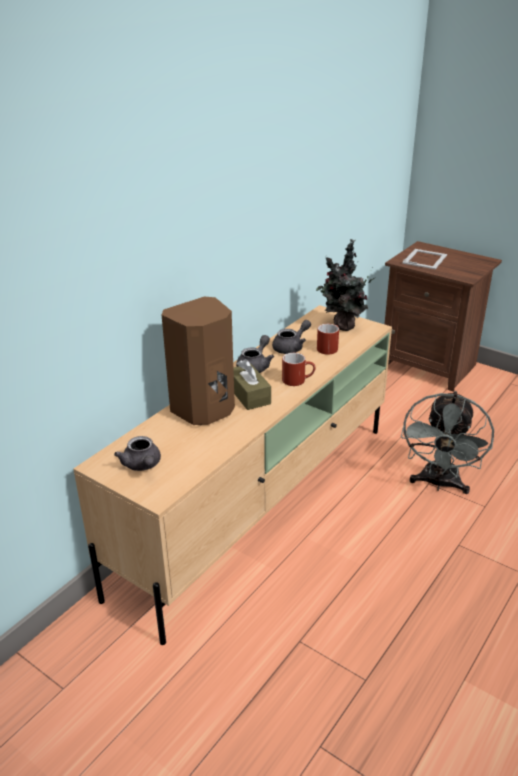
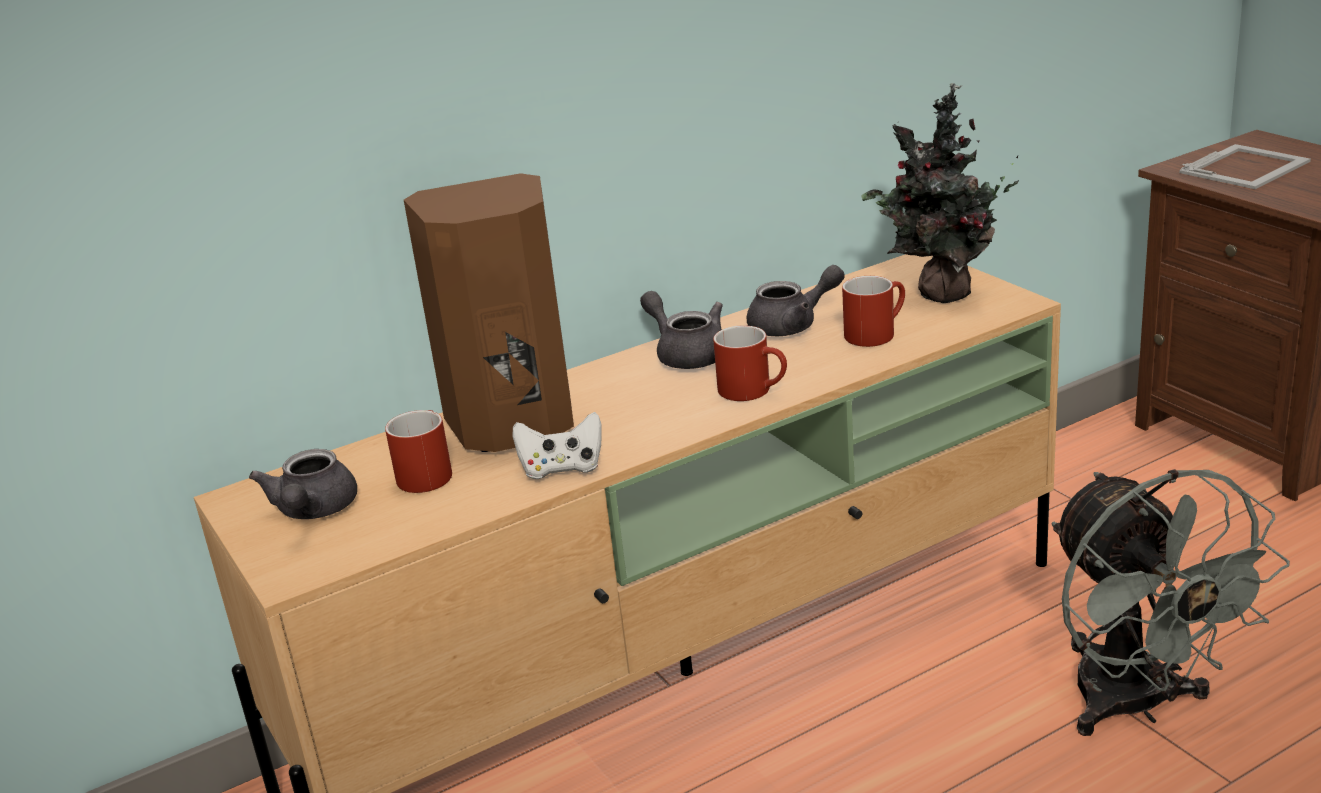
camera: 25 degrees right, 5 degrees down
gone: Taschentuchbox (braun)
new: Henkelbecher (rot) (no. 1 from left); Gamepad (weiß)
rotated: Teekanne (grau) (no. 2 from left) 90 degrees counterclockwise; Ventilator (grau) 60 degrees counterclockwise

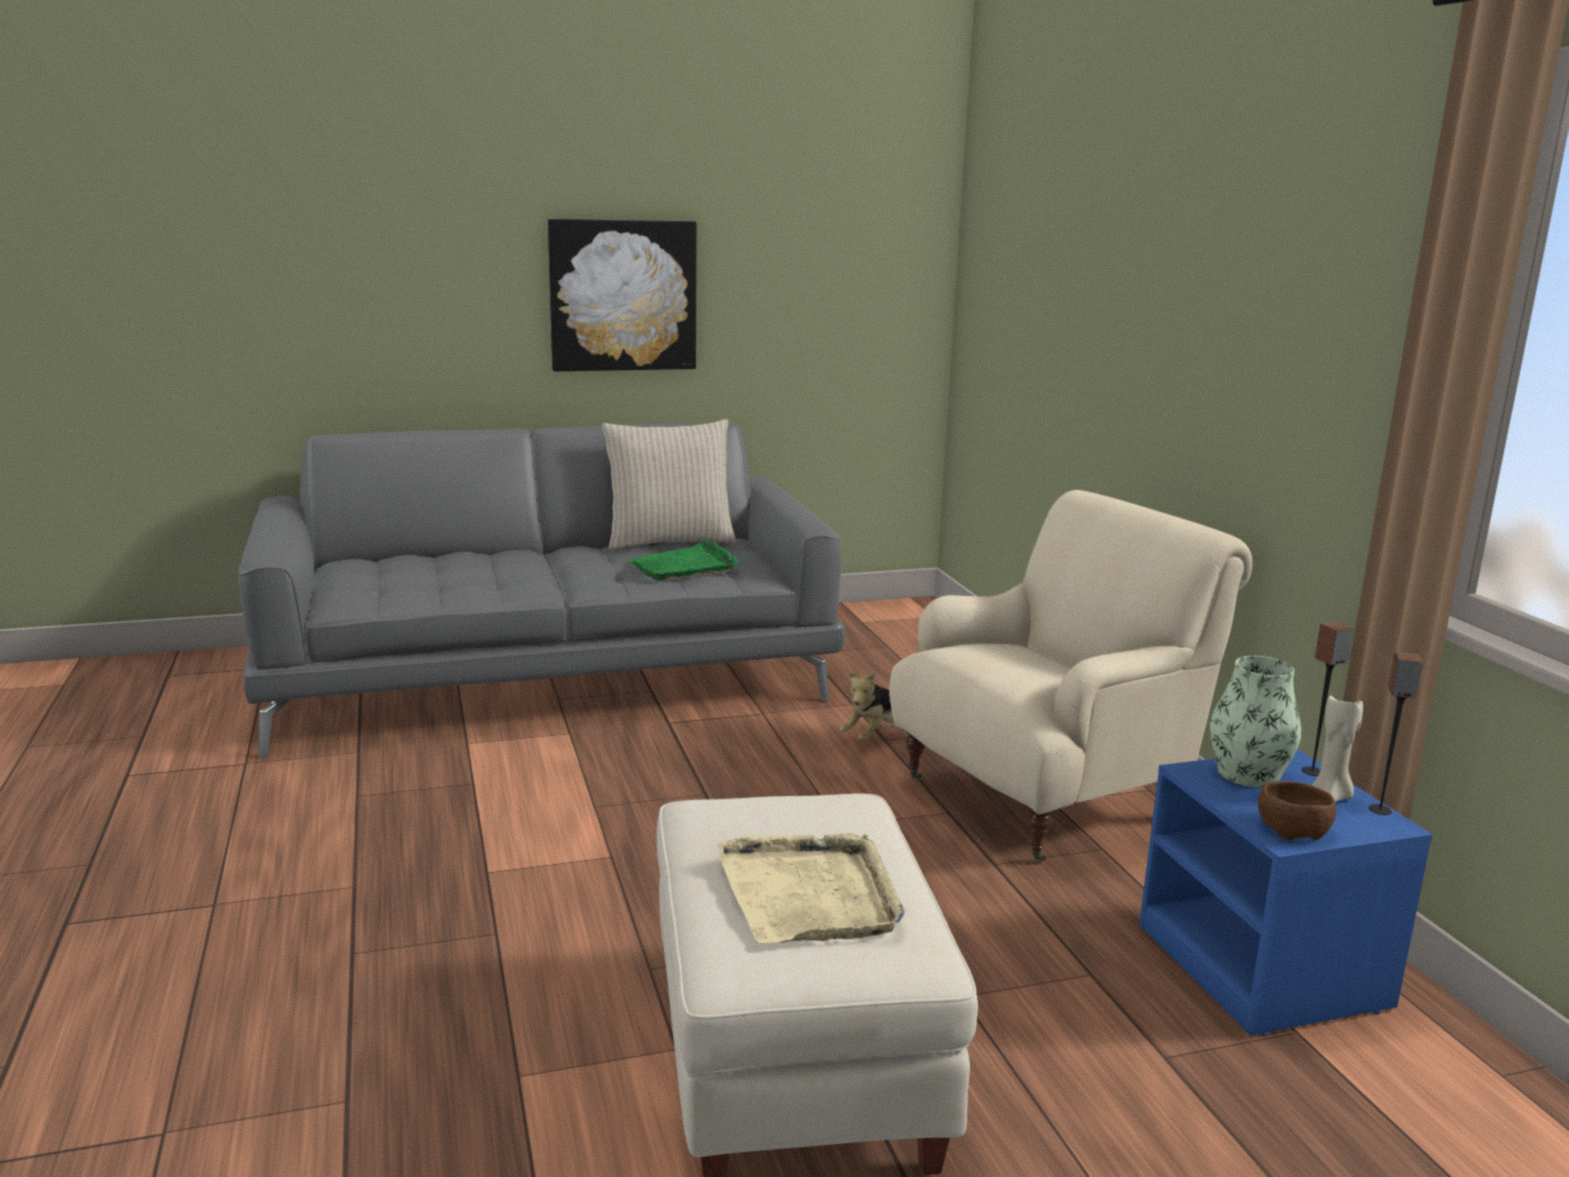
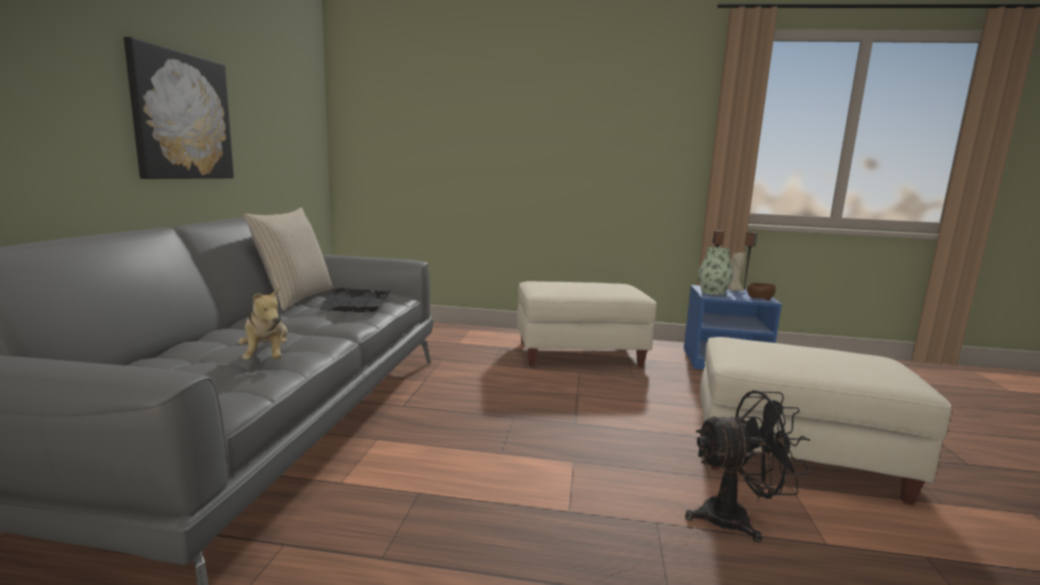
camera: 65 degrees left, 5 degrees down
gone: Tablett (beige)
new: Ventilator (schwarz)
shifted: Plüschtier
swapped: Sessel (beige) to Polsterhocker (beige) (no. 1 from left)
repainted: Tablett (grün) to Tablett (schwarz)

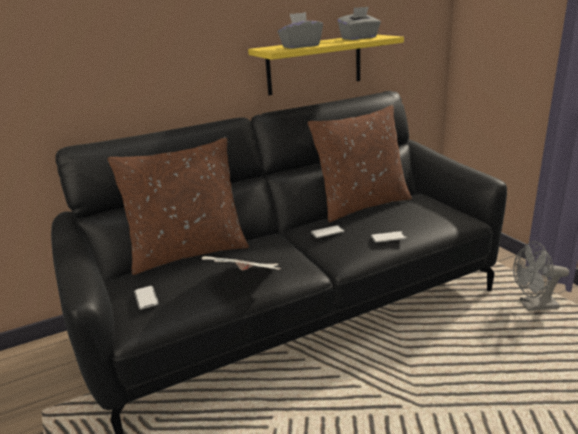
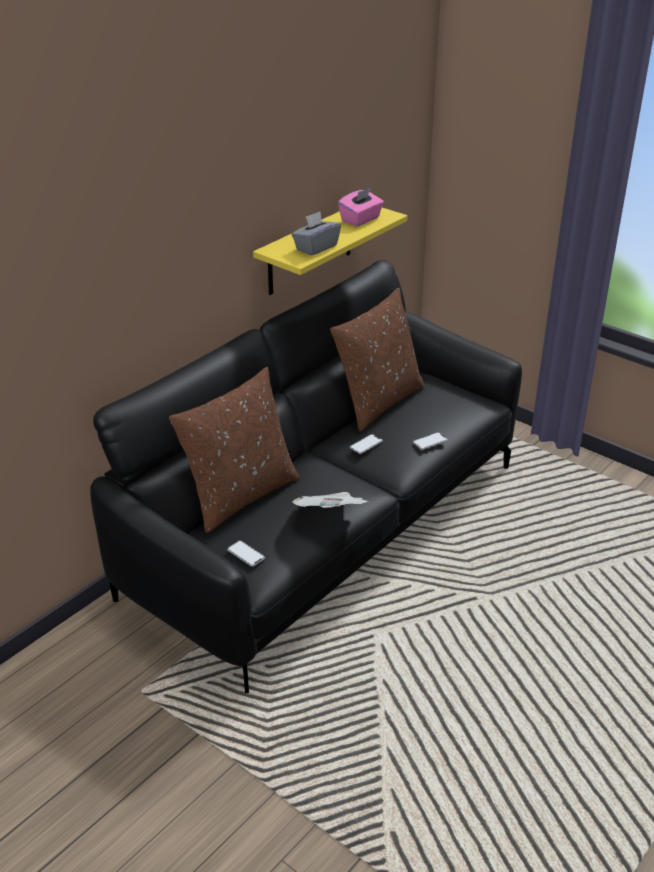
camera: 25 degrees left, 10 degrees up
gone: Ventilator (grau)
repainted: Taschentuchbox (grau) (no. 2 from left) to Taschentuchbox (rosa)

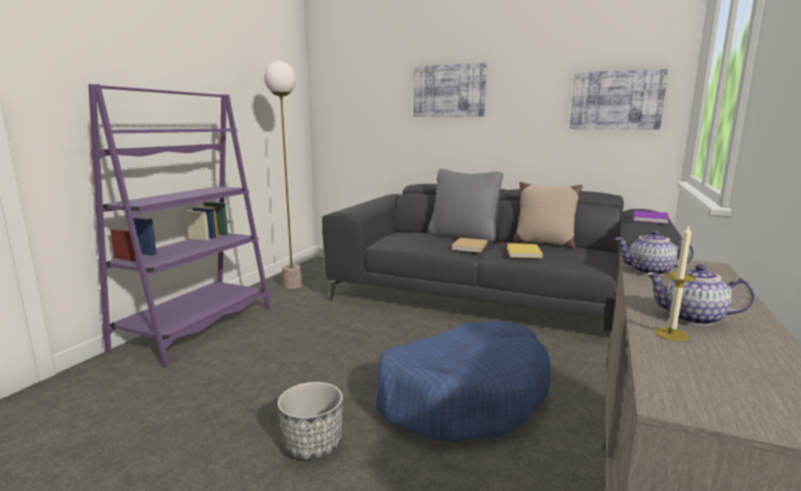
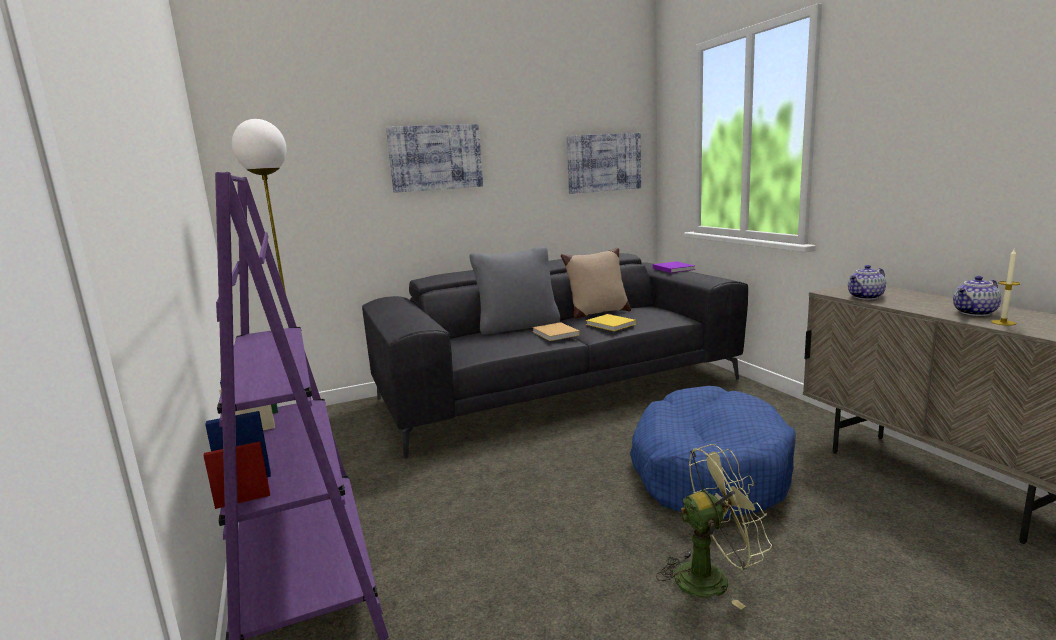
camera: 45 degrees left, 0 degrees up
swapped: Pflanzkübel to Ventilator (grün)

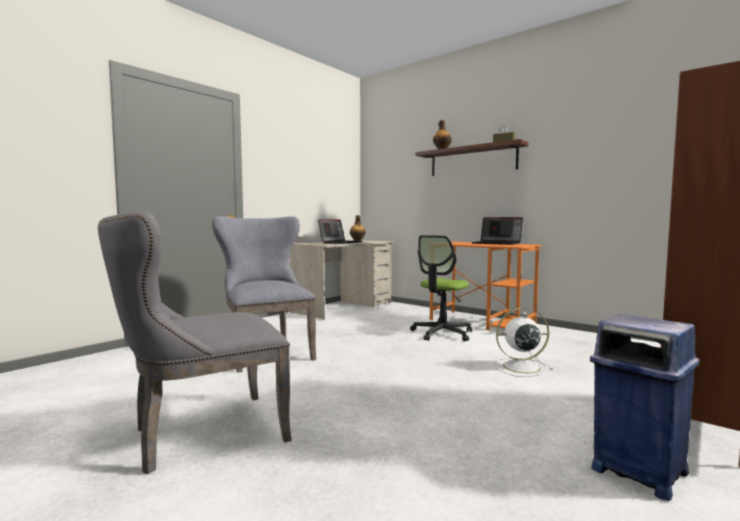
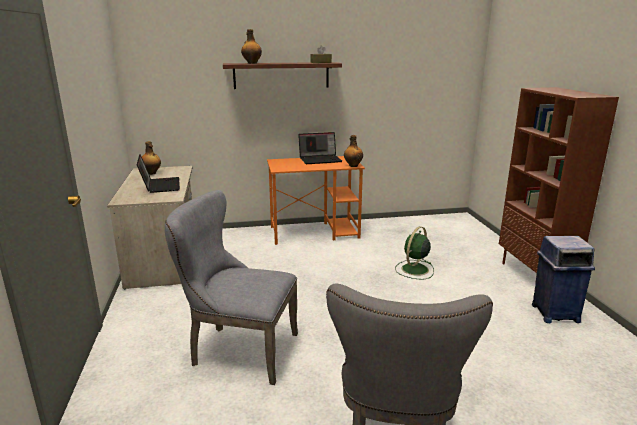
camera: 50 degrees left, 15 degrees up
gone: Bürostuhl
new: Flasche (no. 3 from left)
repainted: Ventilator (weiß) to Ventilator (grün)

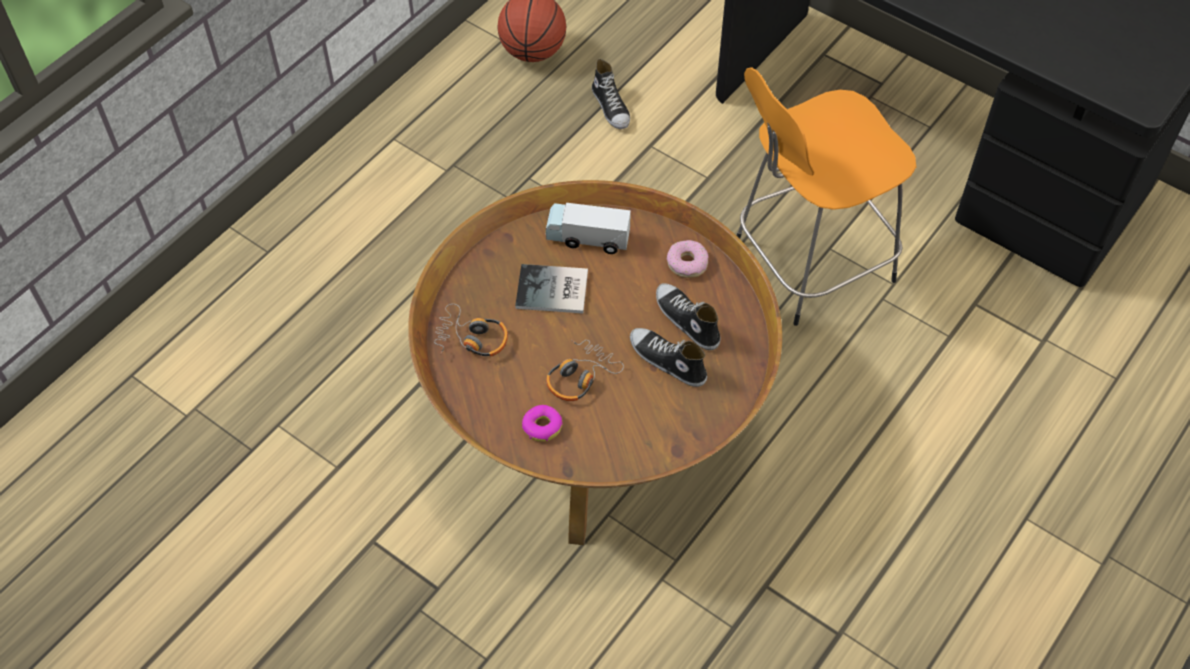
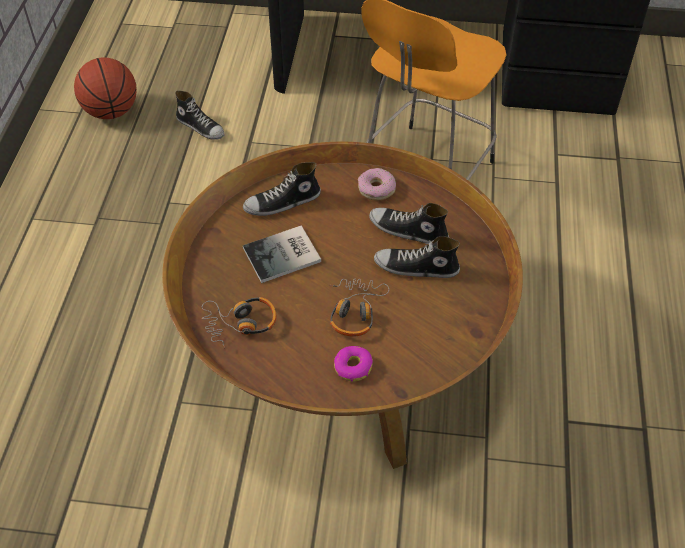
camera: 30 degrees left, 5 degrees down
swapped: Spielzeuglaster to Schuh (no. 2 from left)

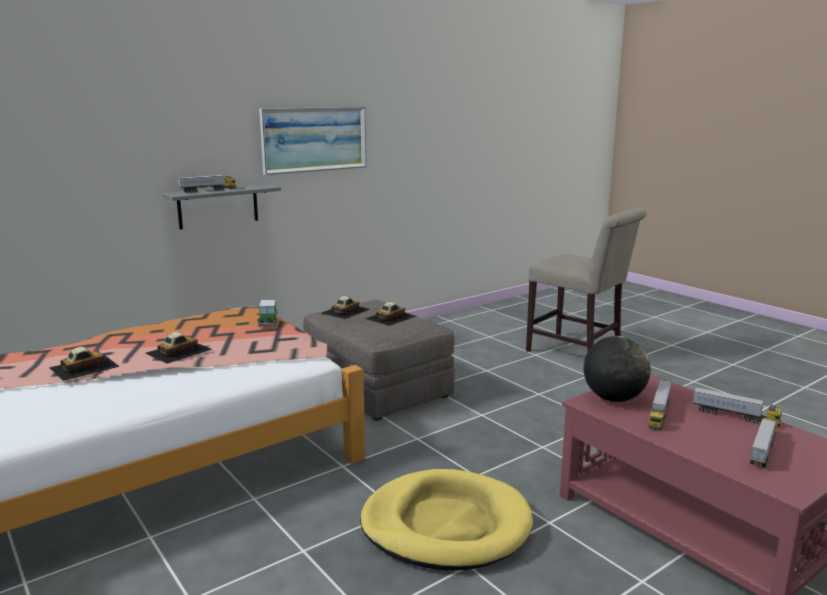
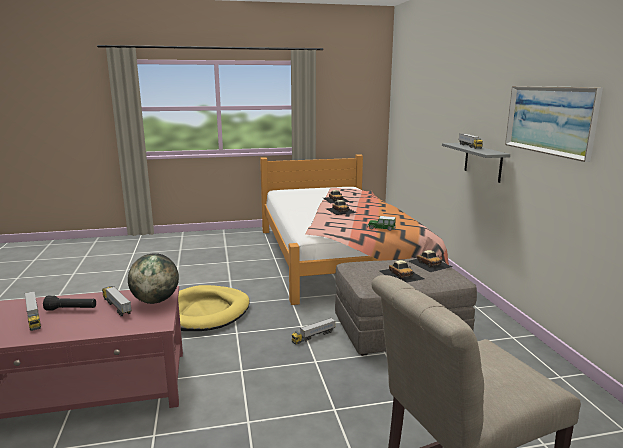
camera: 115 degrees right, 0 degrees up
new: Taschenlampe (schwarz)
shifted: Spielzeuglaster (no. 3 from left)

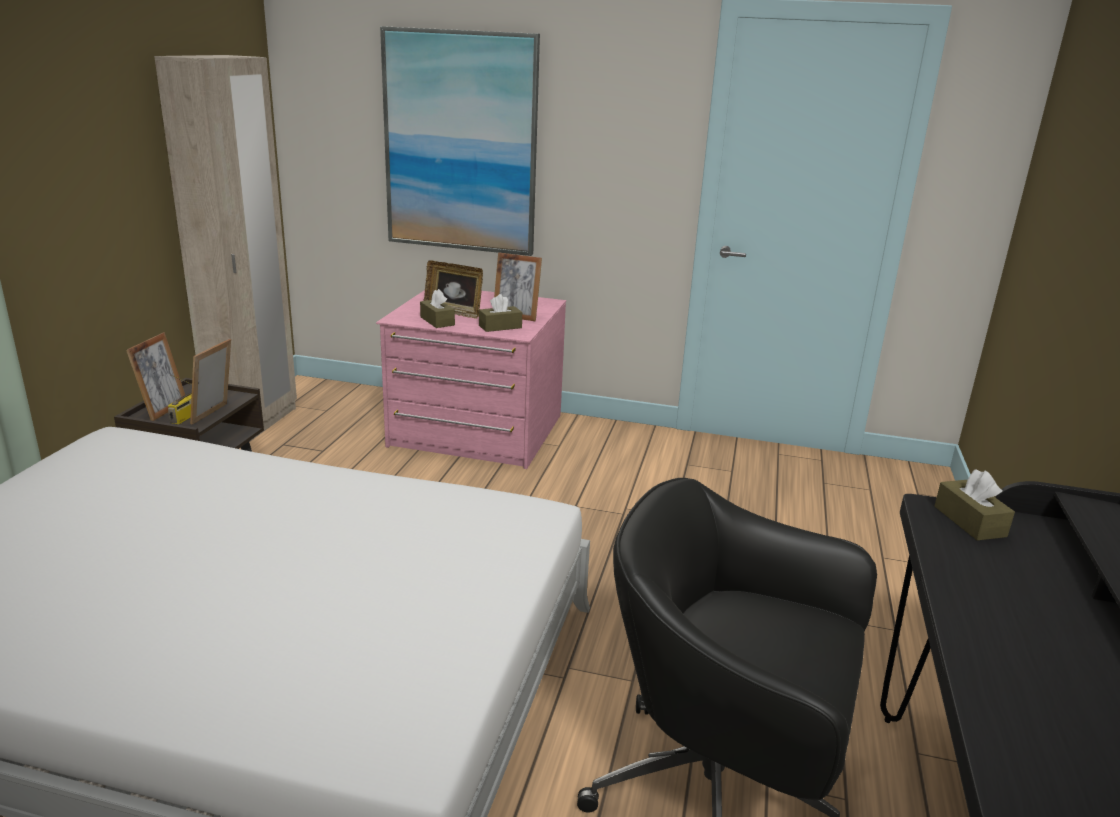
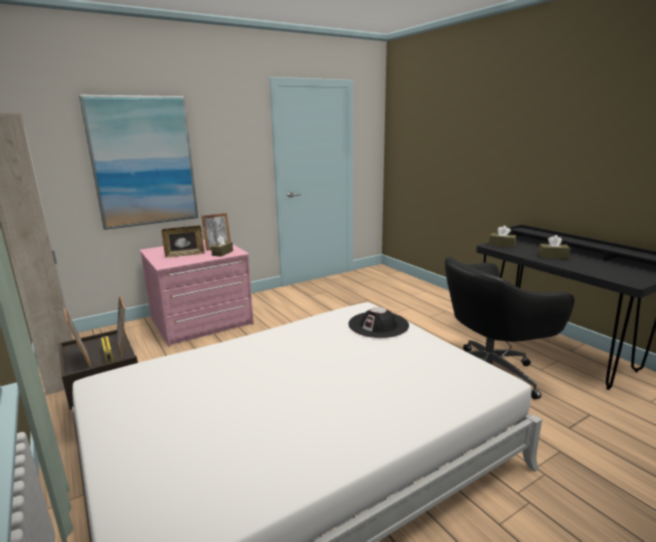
camera: 45 degrees left, 5 degrees down
new: Hut (schwarz)
shifted: Taschentuchbox (braun) (no. 1 from left in the first image) to Taschentuchbox (braun) (no. 3 from left)

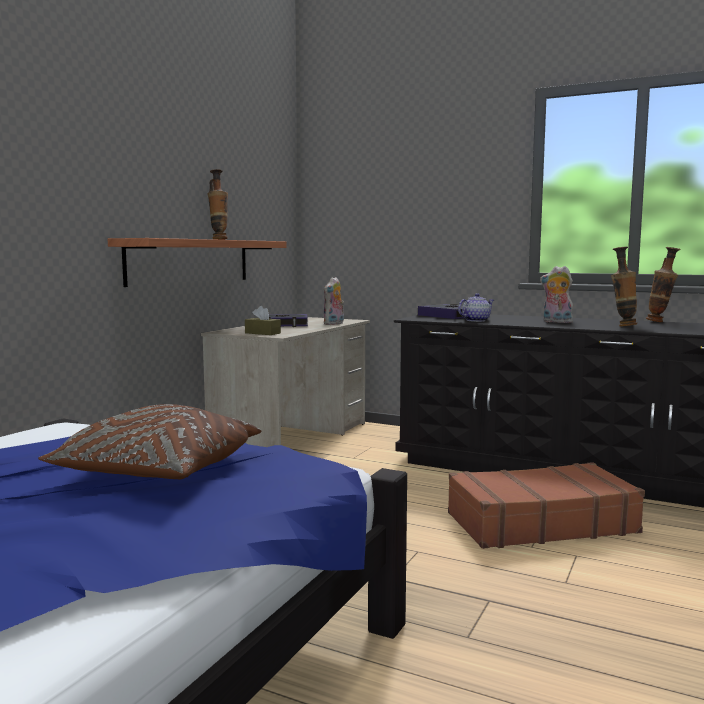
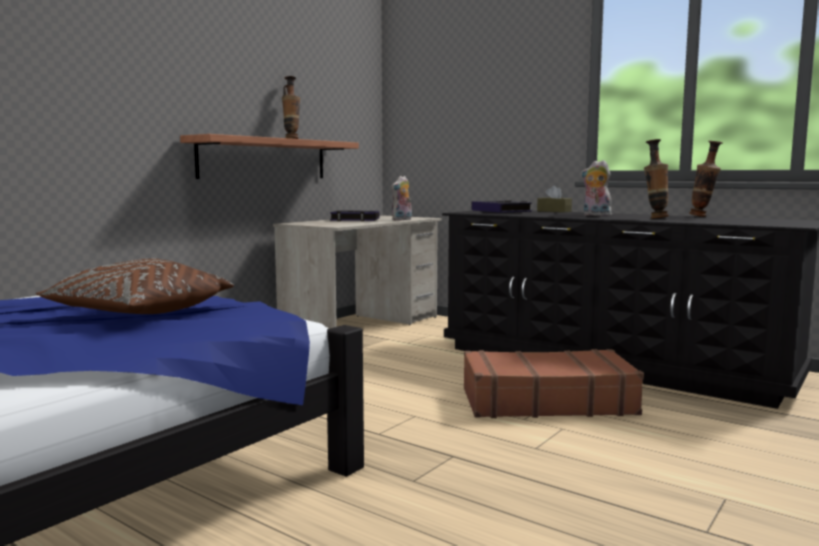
camera: 10 degrees right, 0 degrees up
gone: Teekanne
shifted: Taschentuchbox (braun)

